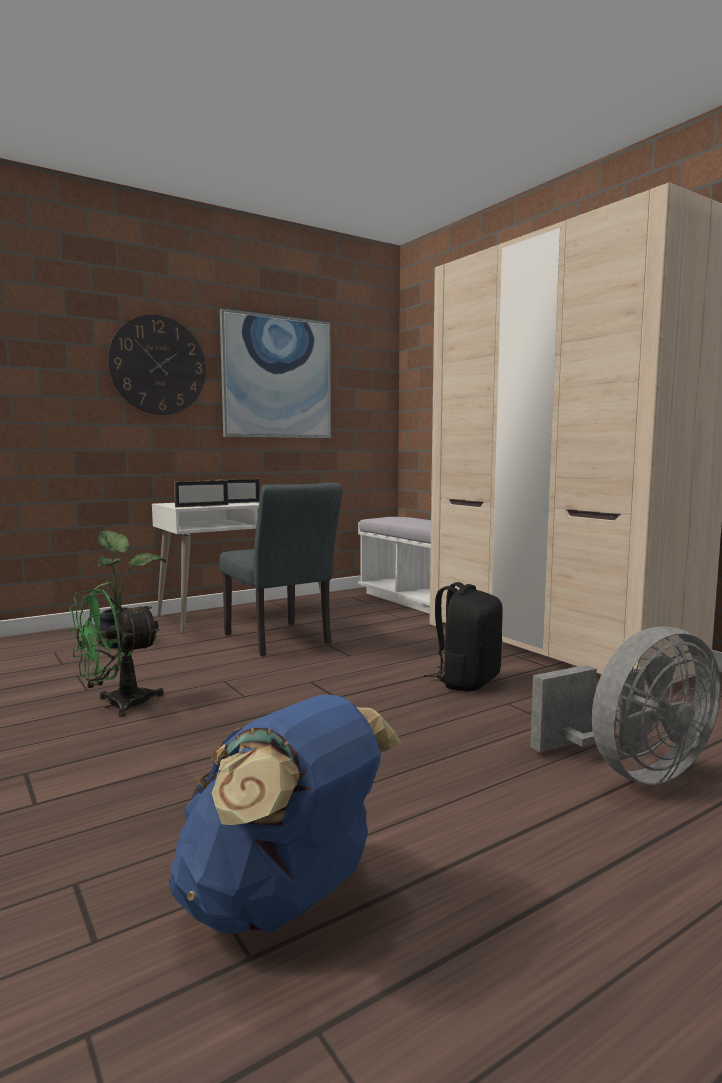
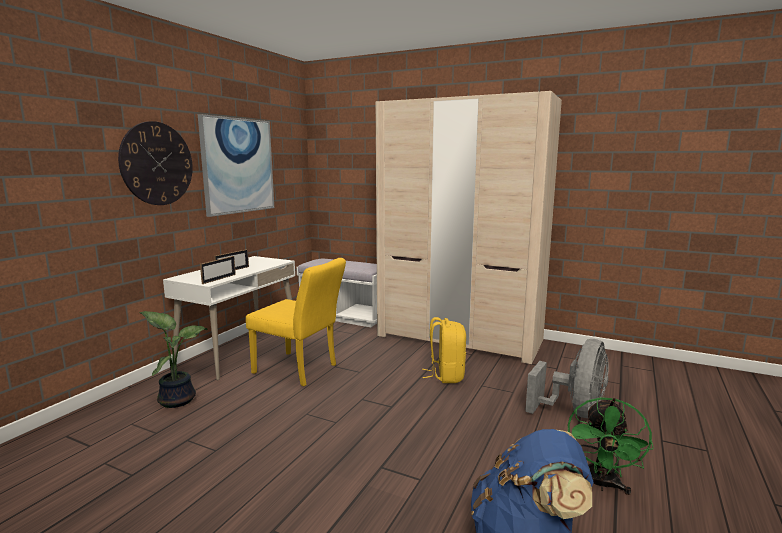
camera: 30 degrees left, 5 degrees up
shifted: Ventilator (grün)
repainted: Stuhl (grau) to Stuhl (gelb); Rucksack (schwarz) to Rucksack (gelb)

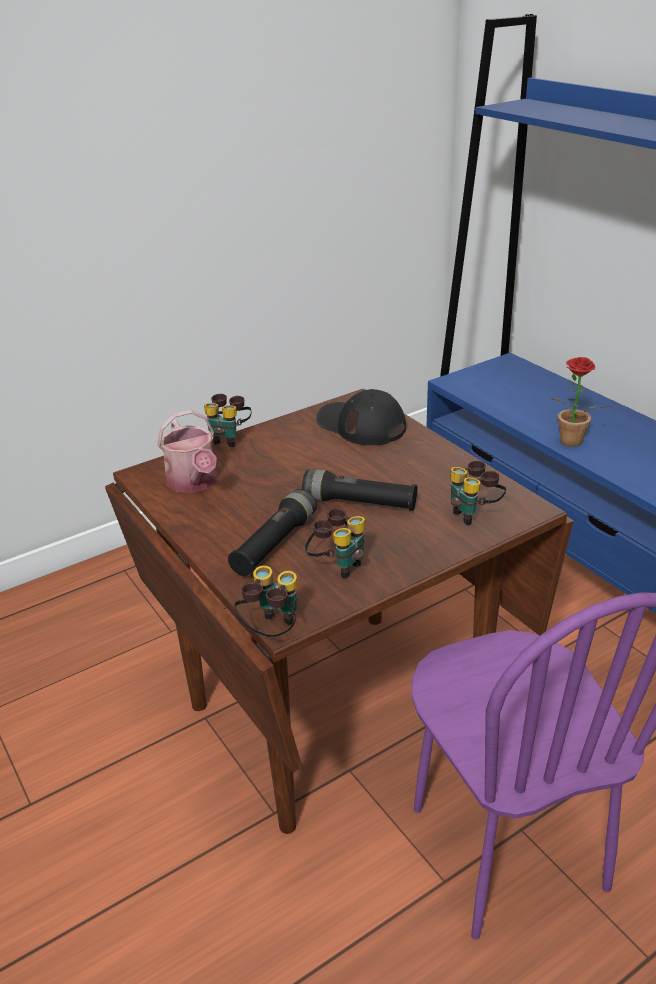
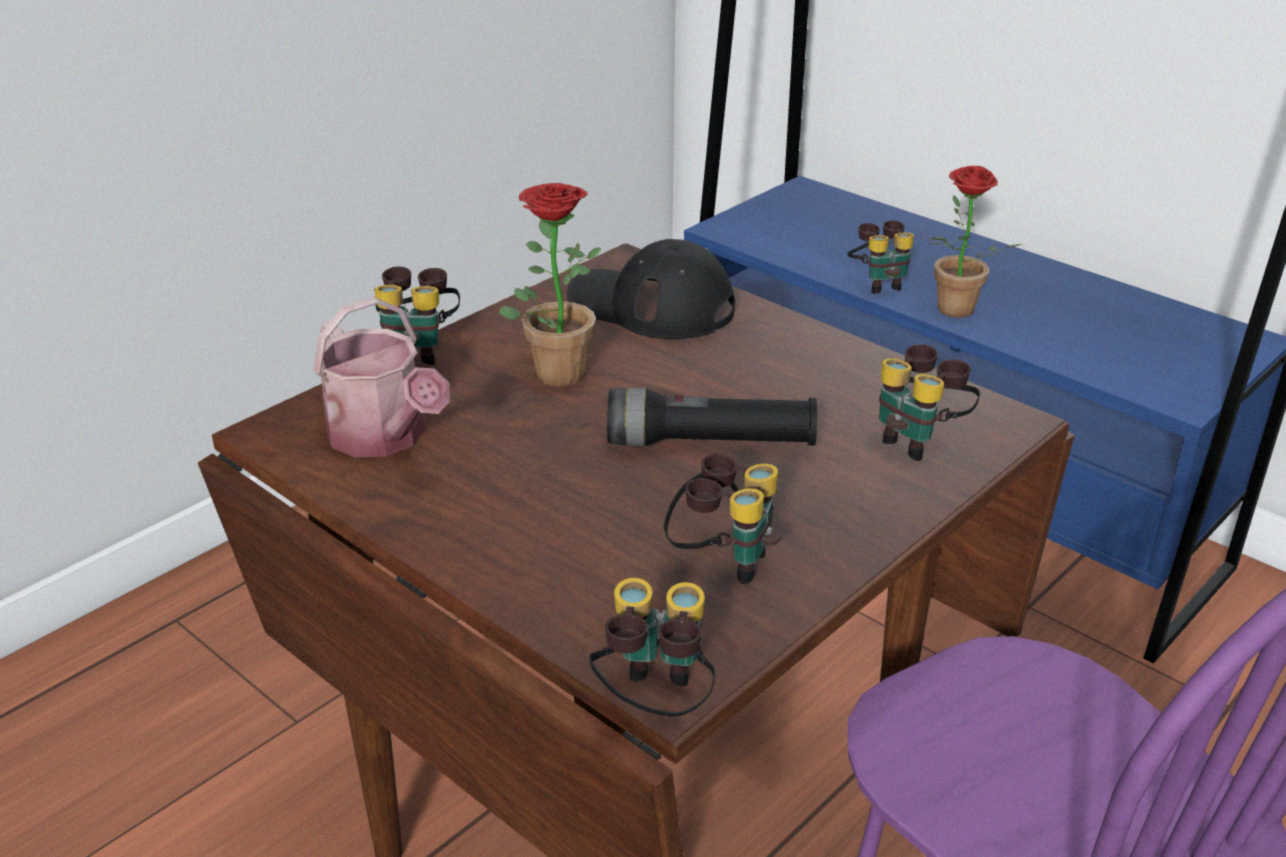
camera: 15 degrees left, 0 degrees up
gone: Taschenlampe (schwarz) (no. 1 from left)
new: Topfpflanze (no. 1 from left); Fernglas (no. 4 from left)

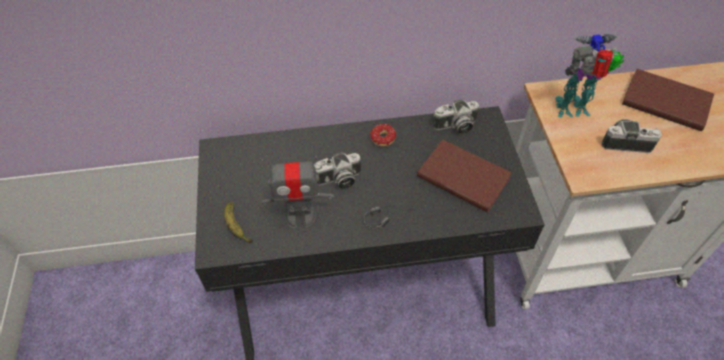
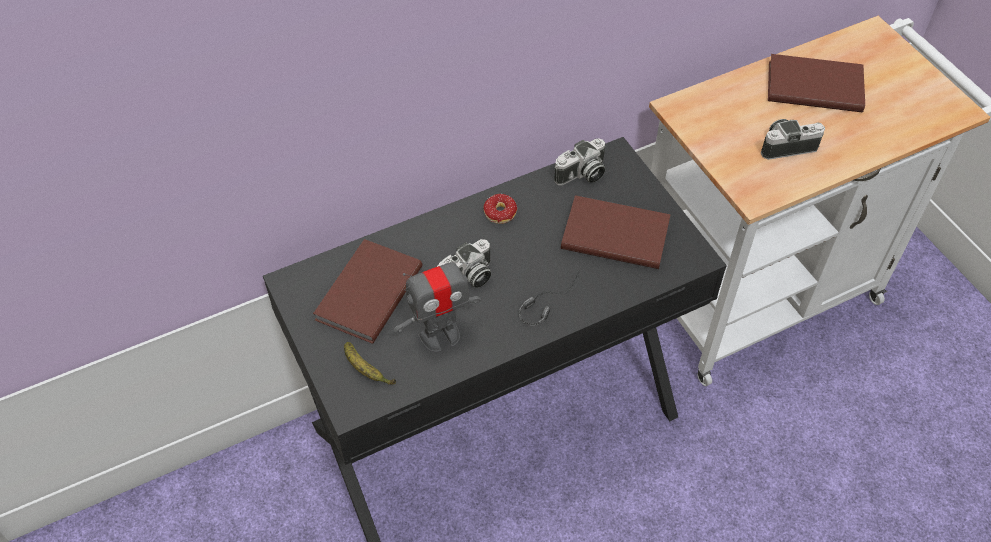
camera: 20 degrees left, 0 degrees up
gone: Spielzeugroboter (no. 2 from left)
new: Buch (braun) (no. 1 from left)

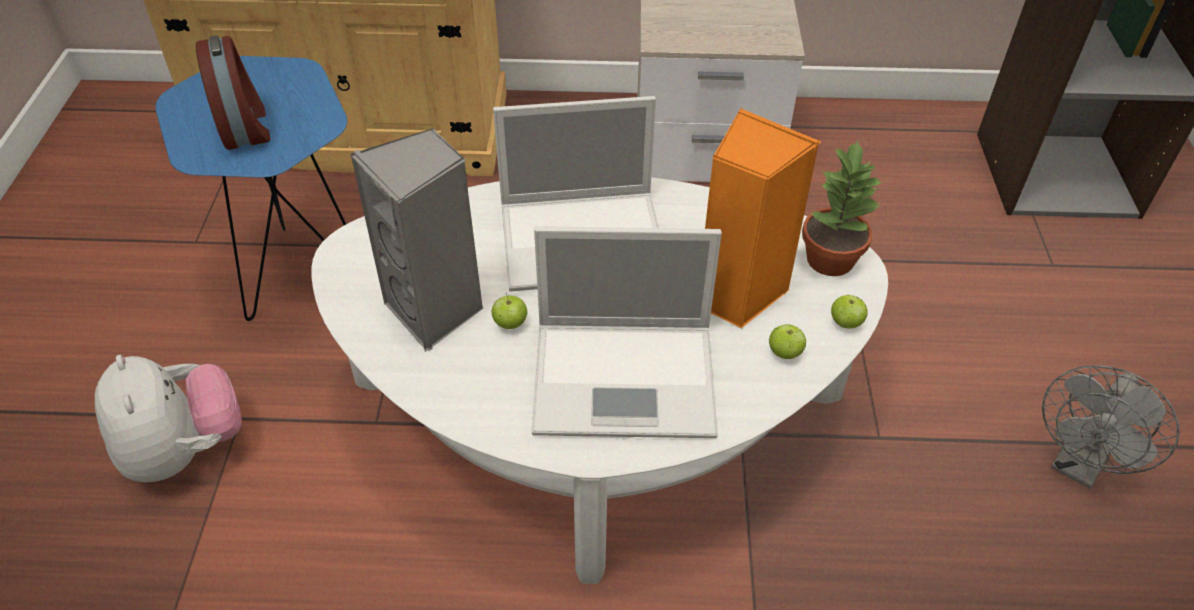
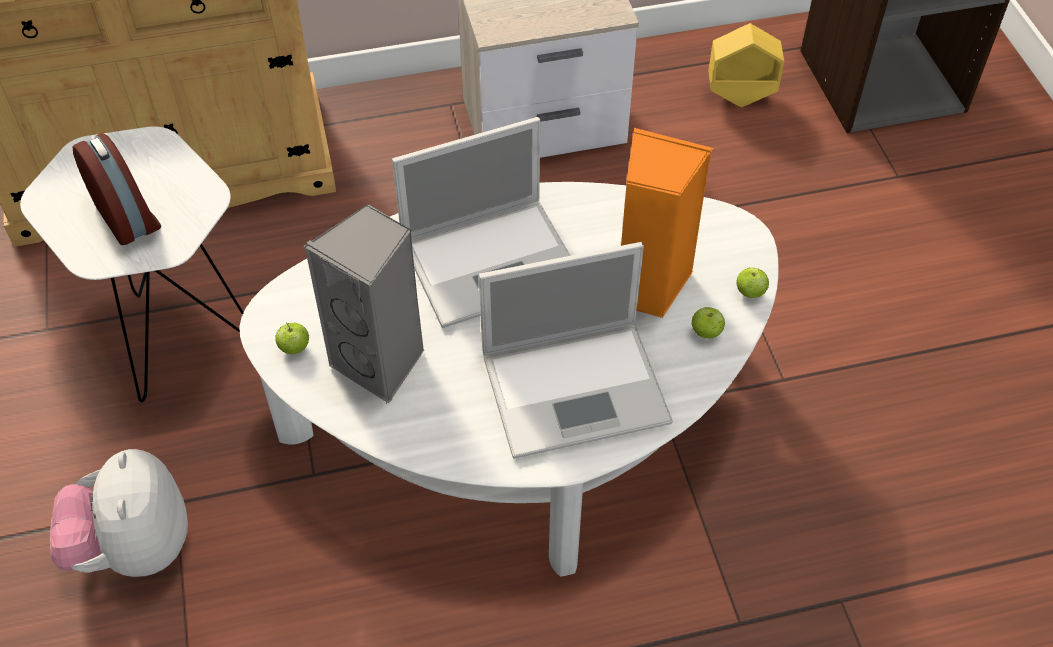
camera: 15 degrees left, 5 degrees up
gone: Topfpflanze; Ventilator (grau)
new: Pflanzkübel (gelb)
shifted: Apfel (no. 1 from left)
repainted: Beistelltisch (blau) to Beistelltisch (weiß)
rotated: Plüschtier 150 degrees counterclockwise

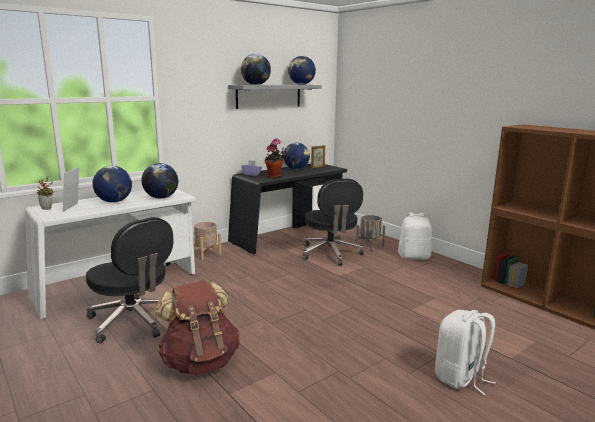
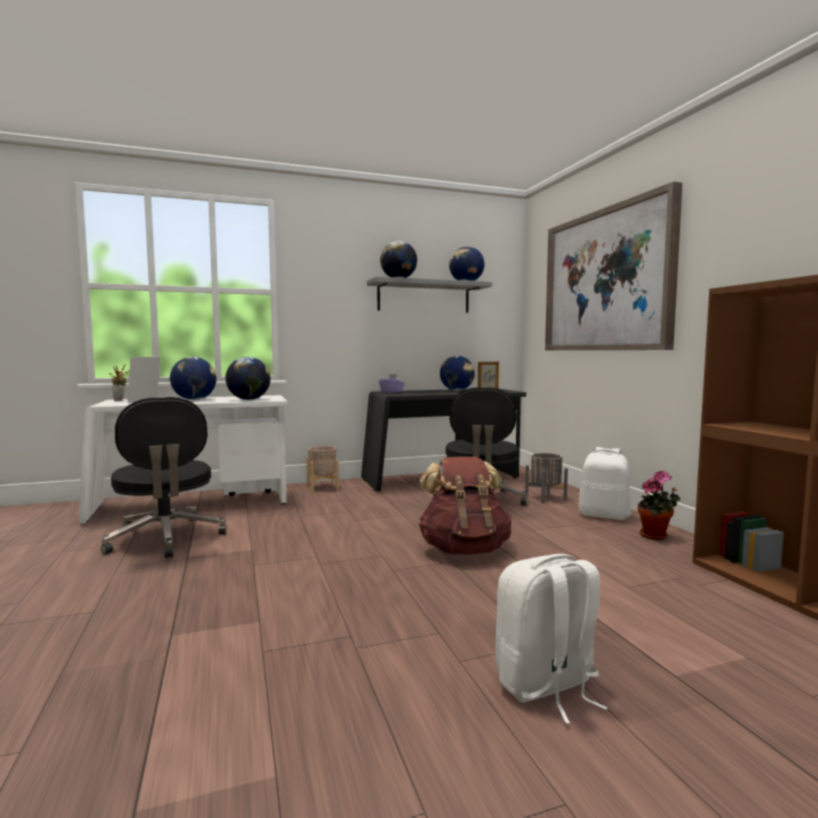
camera: 20 degrees right, 10 degrees down
new: Bild
shifted: Rucksack (braun); Topfpflanze (no. 2 from left)

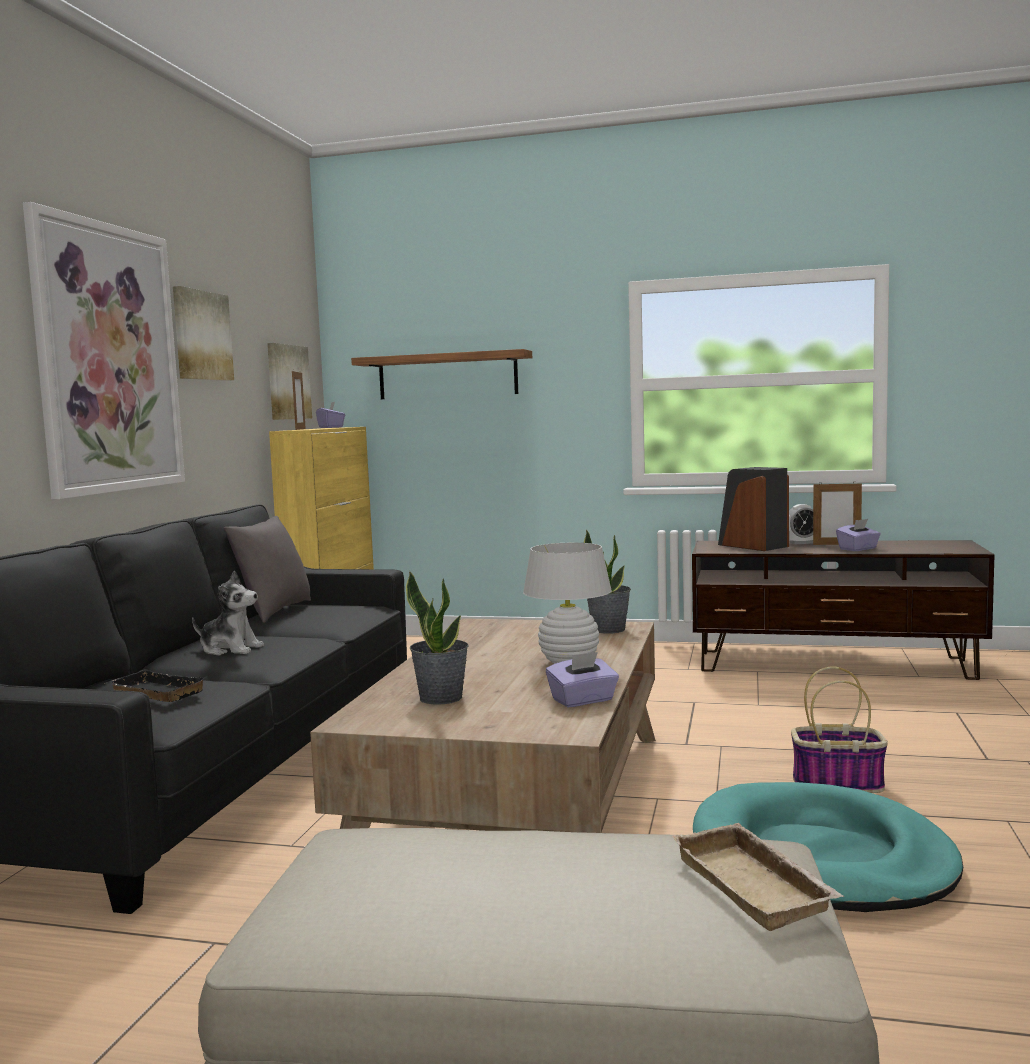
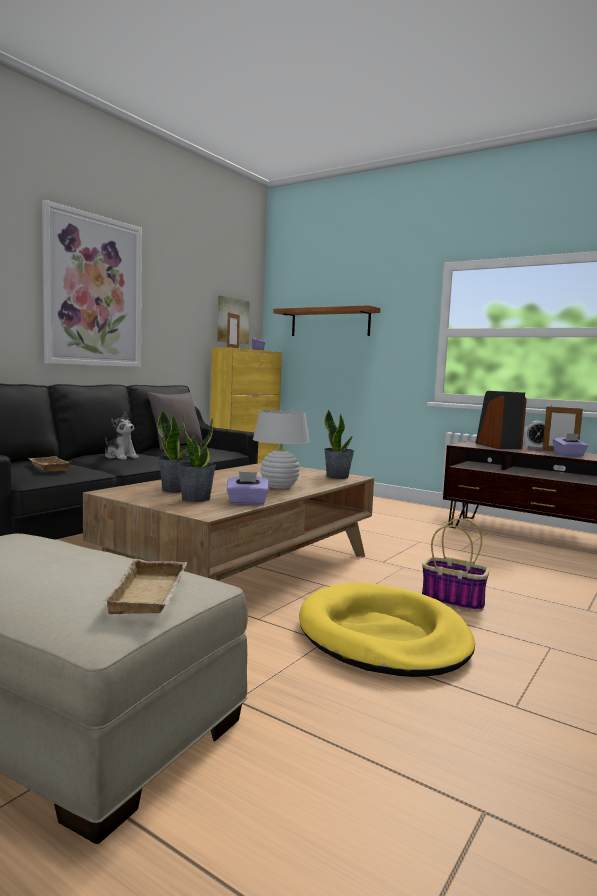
camera: 20 degrees right, 0 degrees up
gone: Bild (no. 2 from left)
new: Topfpflanze (no. 2 from left)
repainted: Tablett (schwarz) to Tablett (beige) (no. 1 from left); Hundebett (türkis) to Hundebett (gelb)

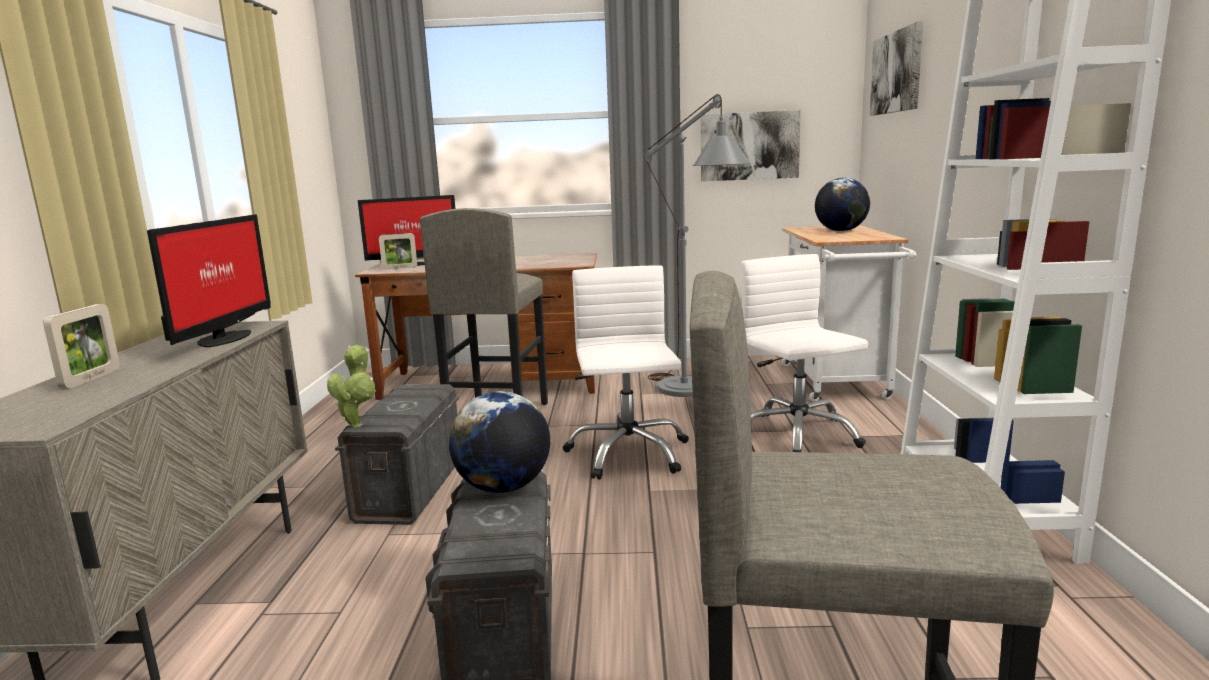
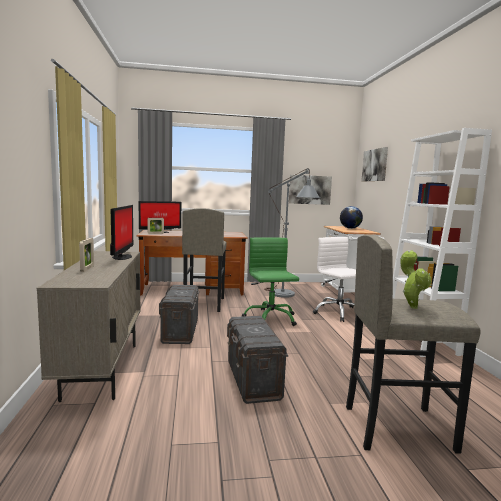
camera: 10 degrees left, 5 degrees down
gone: Globus (no. 1 from left)
shifted: Topfpflanze
repainted: Bürostuhl (weiß) (no. 1 from left) to Bürostuhl (grün)

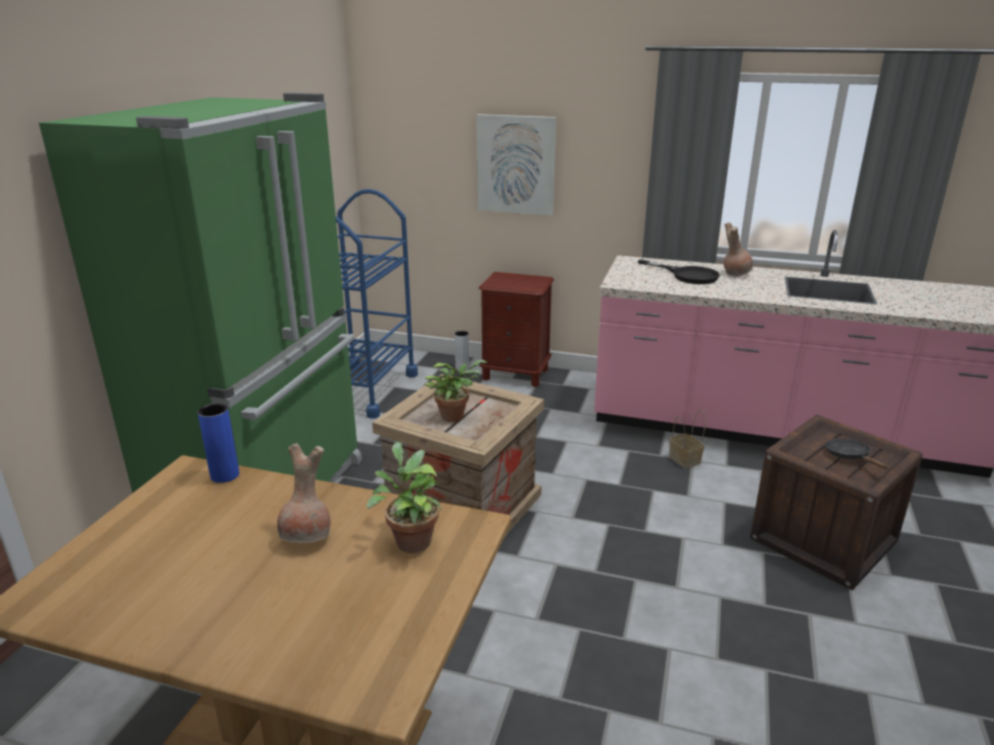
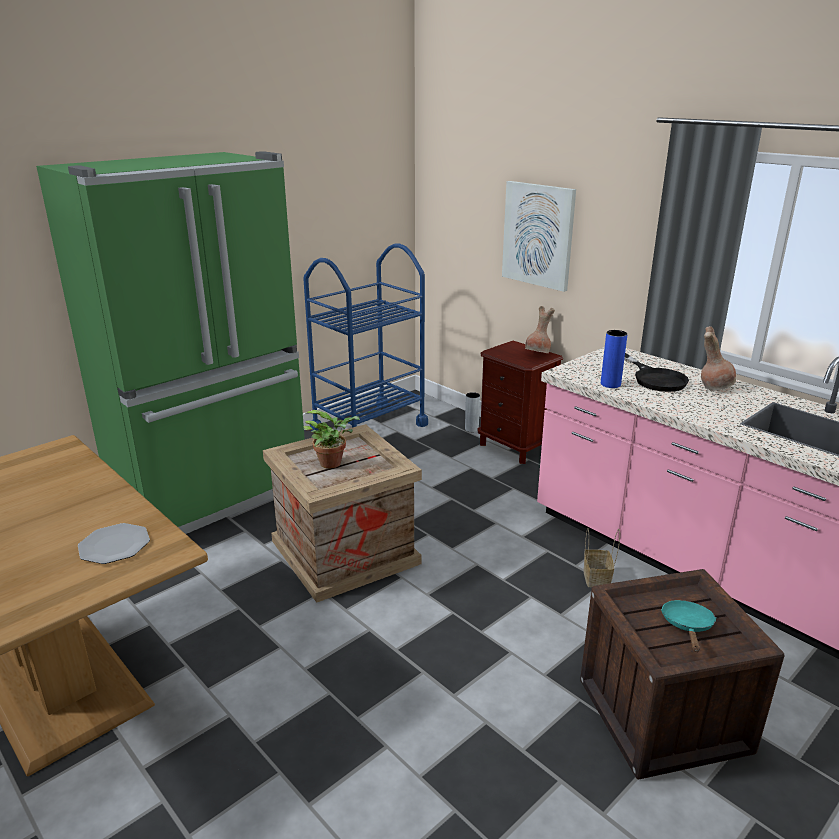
camera: 30 degrees right, 0 degrees up
shifted: Vase (braun) (no. 1 from left); Vase (blau)
swapped: Topfpflanze (no. 1 from left) to Teller
repainted: Pfanne (schwarz) (no. 2 from left) to Pfanne (türkis)

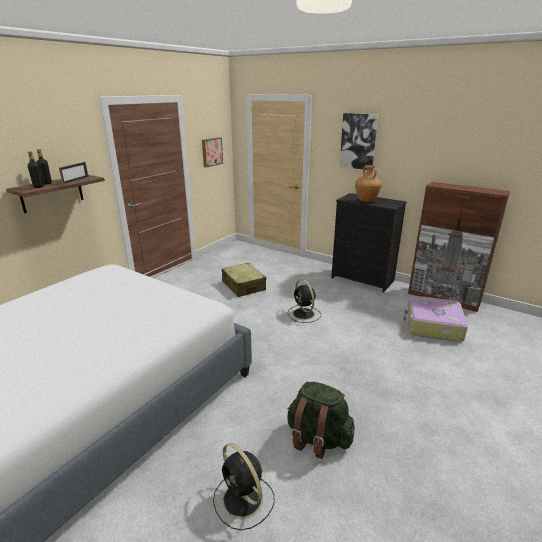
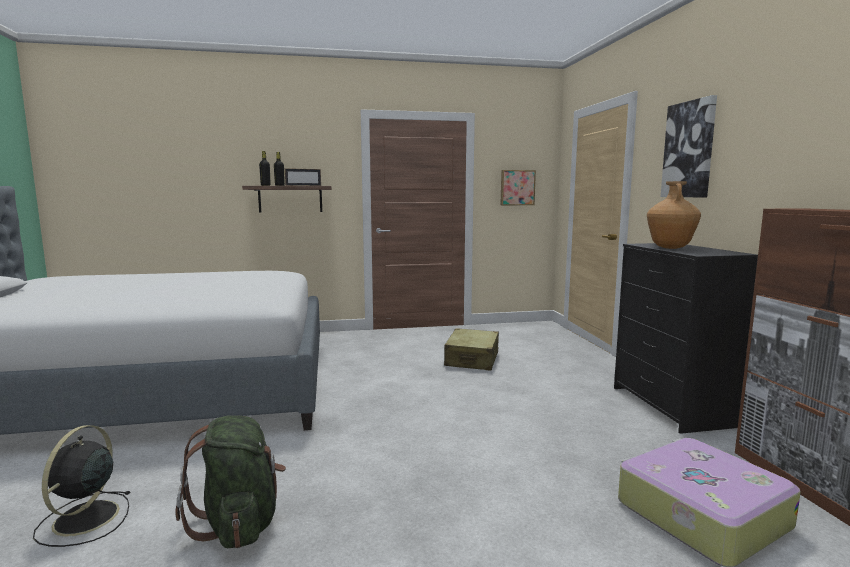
camera: 45 degrees right, 15 degrees down
gone: Ventilator (schwarz) (no. 2 from left)

